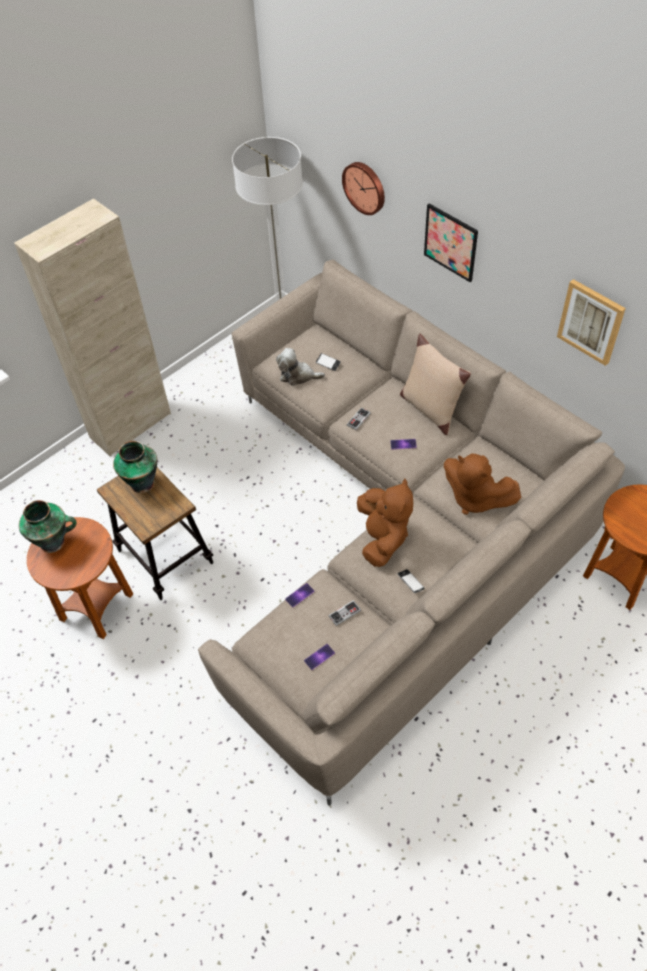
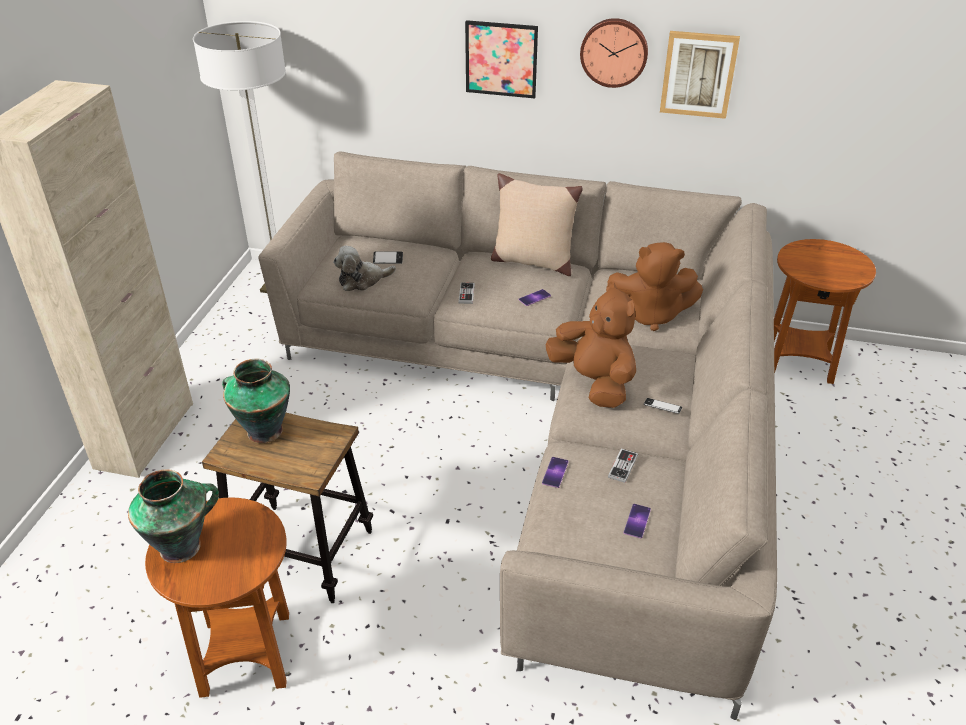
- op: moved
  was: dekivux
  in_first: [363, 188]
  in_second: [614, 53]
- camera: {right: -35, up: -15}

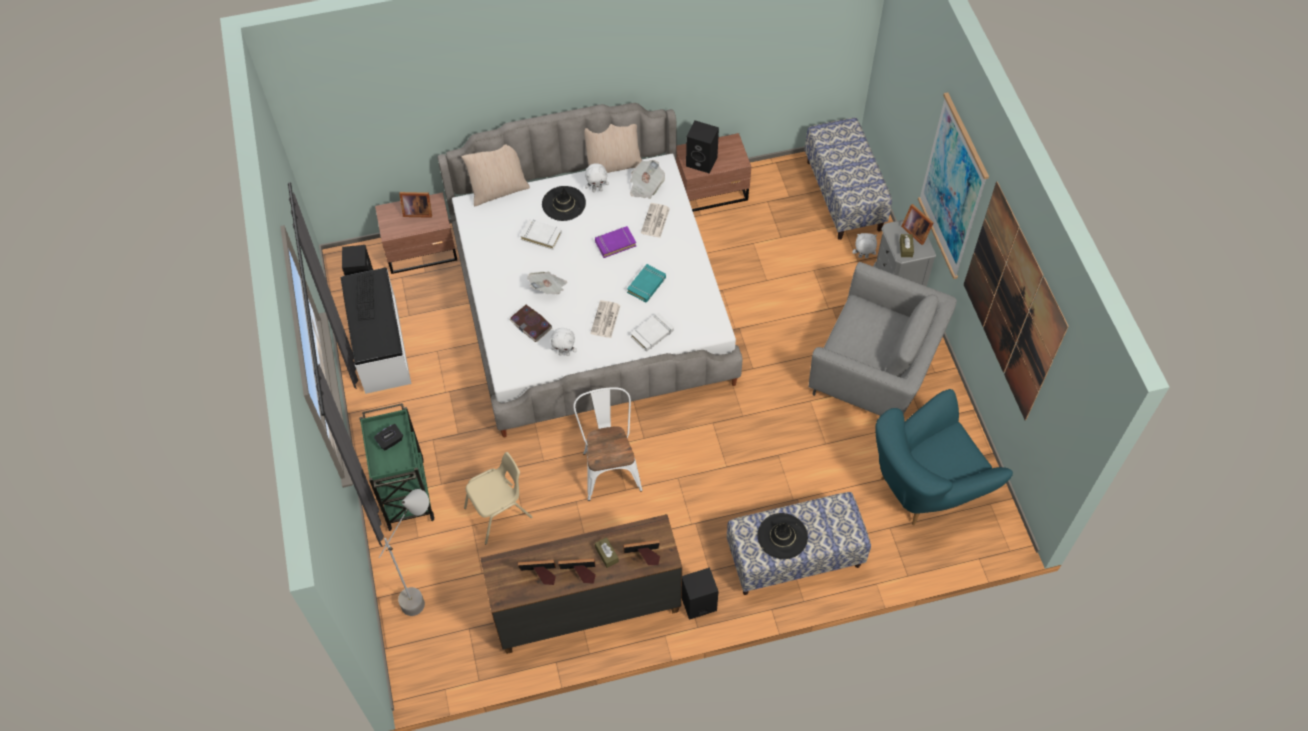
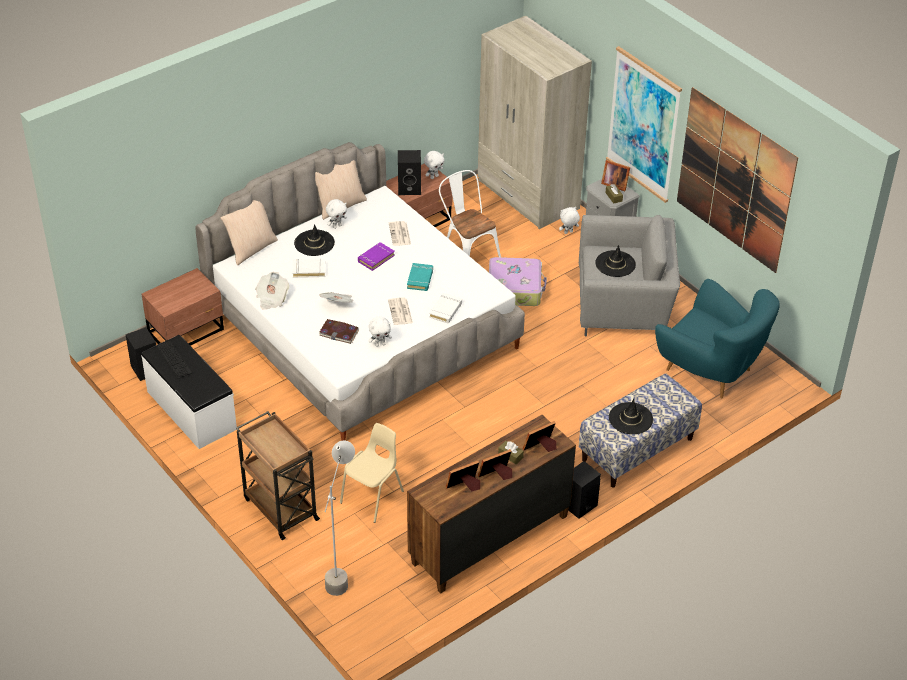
- op: replaced
  was: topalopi
  now: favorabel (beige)
  in_first: [848, 178]
  in_second: [535, 122]
- op: moved
  was: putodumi
  in_first: [647, 179]
  in_second: [272, 291]
- op: removed
  was: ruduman
  in_first: [415, 205]
- op: moved
  was: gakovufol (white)
  in_first: [608, 444]
  in_second: [470, 213]
- op: turned
  was: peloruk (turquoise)
  in_first: [944, 457]
  in_second: [717, 338]
  clockwise: -90
- op: recoloured
  was: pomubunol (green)
  now: pomubunol (brown)
  in_first: [397, 467]
  in_second: [278, 475]
- op: removed
  was: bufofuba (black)
  in_first: [388, 437]
- op: added
  now: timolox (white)
  in_second: [434, 165]
- op: added
  now: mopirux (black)
  in_second: [615, 261]
- op: added
  now: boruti
  in_second: [518, 281]
- camera: {right: -25, up: -15}

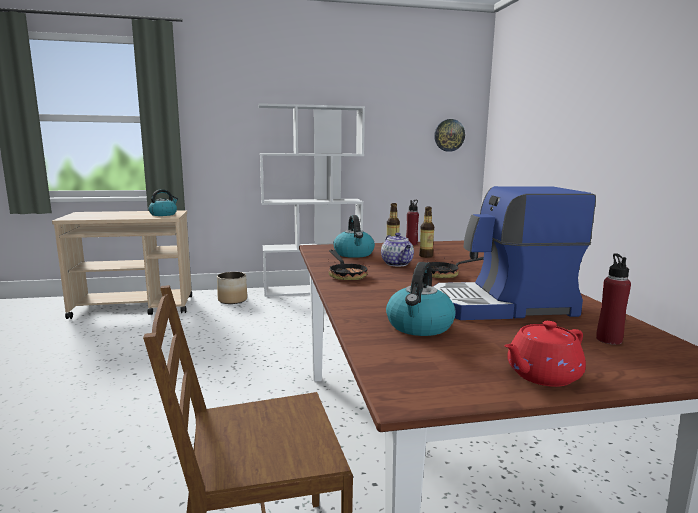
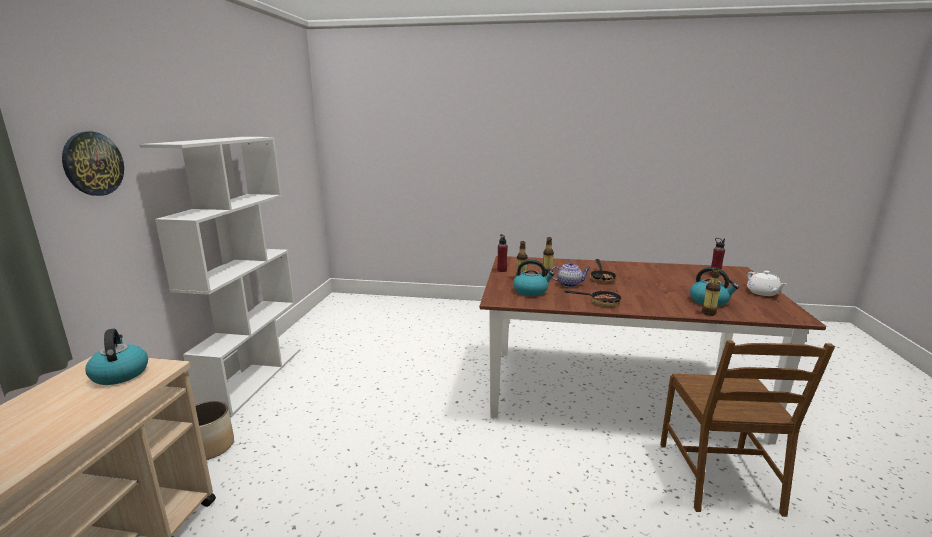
- op: moved
  was: dekivux
  in_first: [449, 135]
  in_second: [93, 164]
- op: removed
  was: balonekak
  in_first: [514, 253]
- op: recoloured
  was: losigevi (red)
  now: losigevi (white)
  in_first: [545, 354]
  in_second: [766, 283]
- op: added
  now: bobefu
  in_second: [711, 292]
- camera: {right: -70, up: 5}

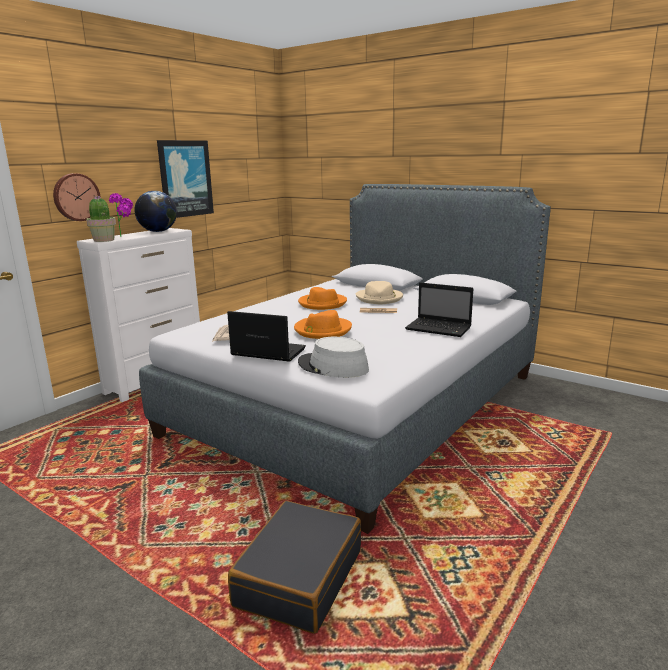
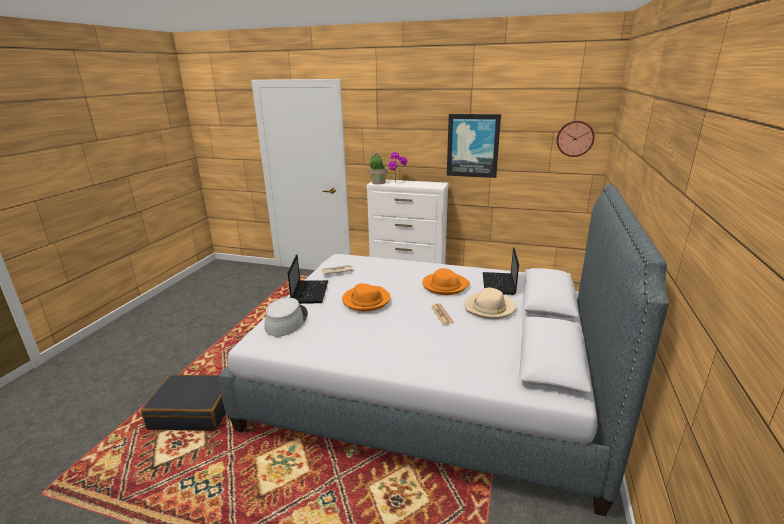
- op: moved
  was: dekivux
  in_first: [77, 197]
  in_second: [576, 139]
- op: removed
  was: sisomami
  in_first: [155, 211]
- op: moved
  was: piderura
  in_first: [439, 310]
  in_second: [501, 271]
- camera: {right: 70, up: 5}

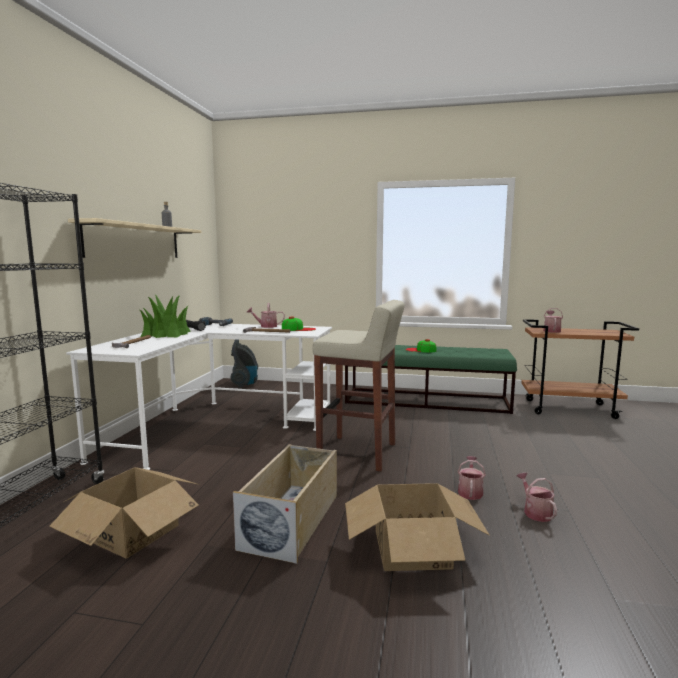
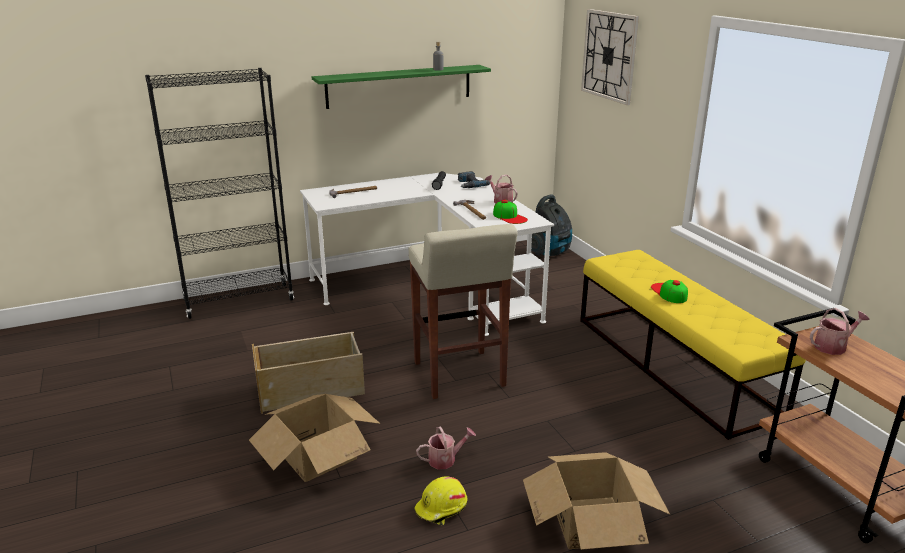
- op: recoloured
  was: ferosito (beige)
  now: ferosito (green)
  in_first: [134, 238]
  in_second: [401, 87]
- op: removed
  was: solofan
  in_first: [165, 316]
- op: recoloured
  was: topalopi (green)
  now: topalopi (yellow)
  in_first: [431, 379]
  in_second: [693, 345]
- op: moved
  was: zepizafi
  in_first: [124, 512]
  in_second: [596, 501]
- op: replaced
  was: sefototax
  now: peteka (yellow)
  in_first: [537, 497]
  in_second: [440, 500]
- op: added
  now: dekivux
  in_second: [610, 57]
- camera: {right: 55, up: 15}

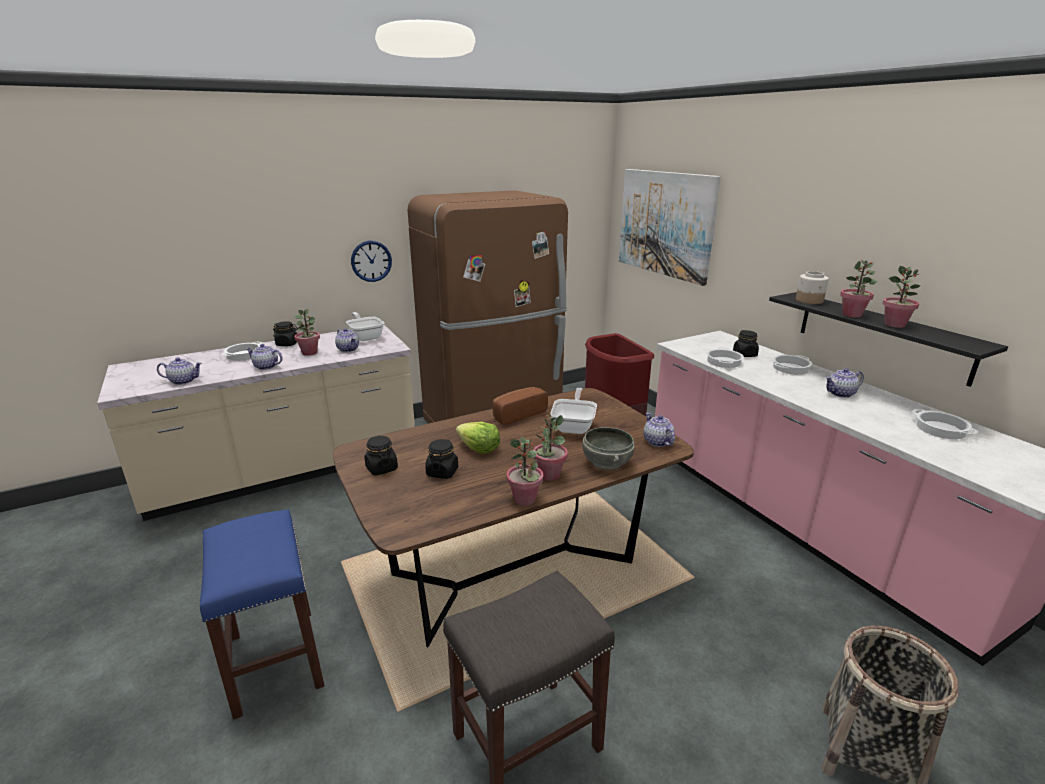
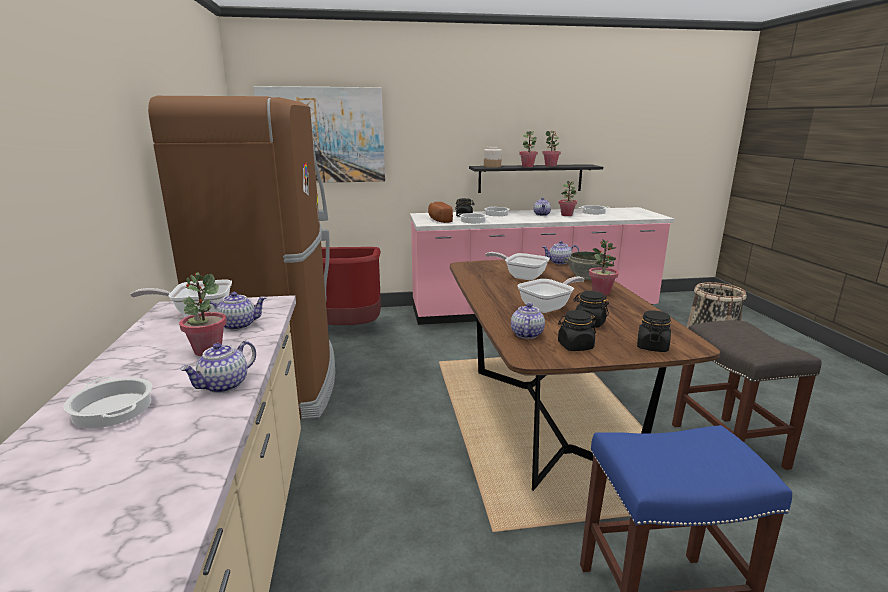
- op: removed
  was: dekivux
  in_first: [371, 261]
- op: moved
  was: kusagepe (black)
  in_first: [285, 333]
  in_second: [654, 331]
- op: moved
  was: losigevi
  in_first: [179, 371]
  in_second: [528, 321]
- op: moved
  was: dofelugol
  in_first: [520, 406]
  in_second: [440, 212]
- op: replaced
  was: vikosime
  now: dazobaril
  in_first: [478, 438]
  in_second: [550, 295]
- op: moved
  was: solofan
  in_first: [525, 471]
  in_second: [568, 198]
- camera: {right: -70, up: -5}

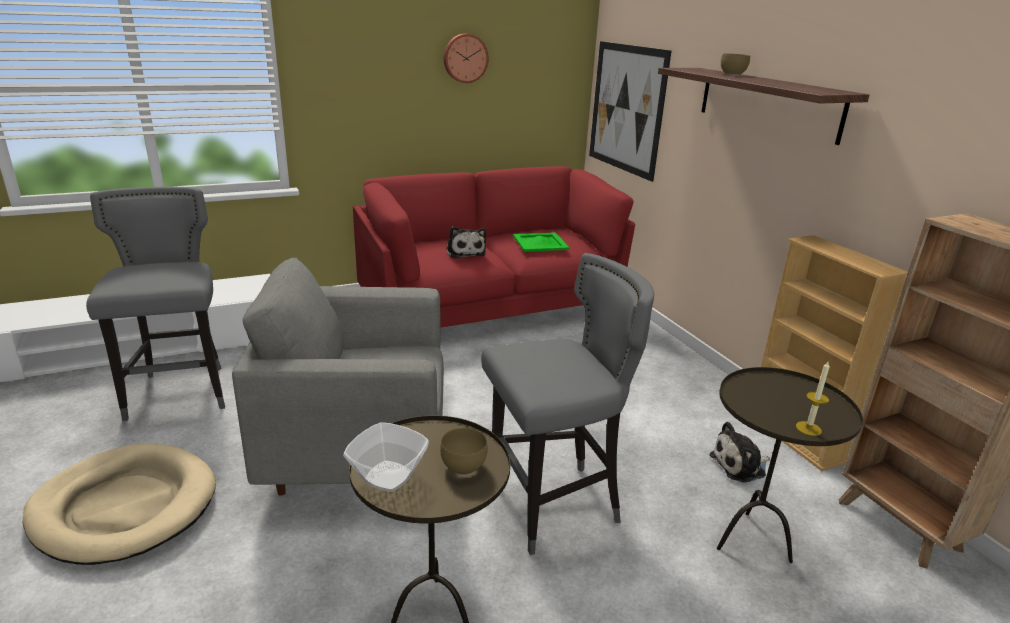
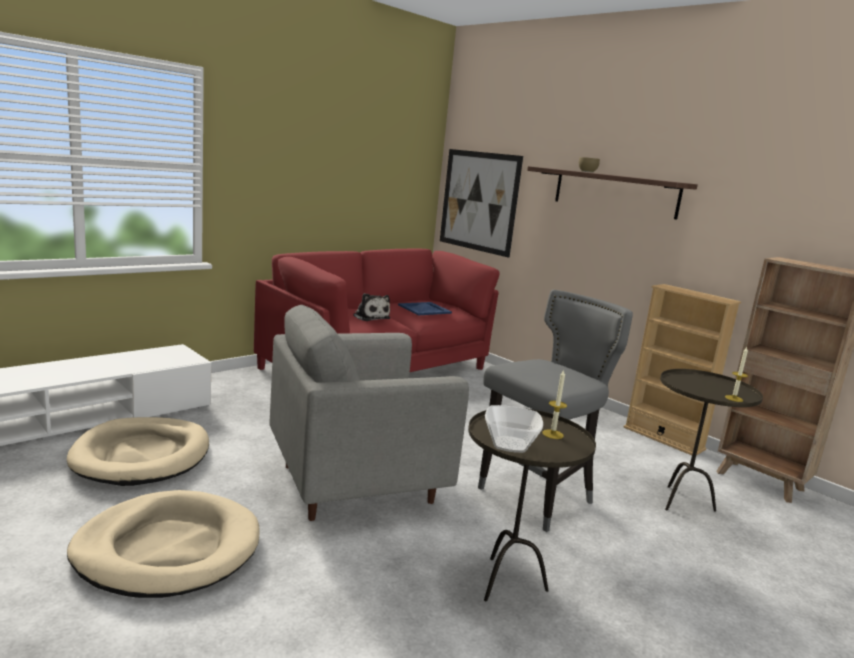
- op: removed
  was: dekivux
  in_first: [466, 58]
- op: replaced
  was: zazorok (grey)
  now: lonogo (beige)
  in_first: [155, 304]
  in_second: [138, 451]
- op: recoloured
  was: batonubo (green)
  now: batonubo (blue)
  in_first: [541, 242]
  in_second: [425, 309]
- op: removed
  was: timolox
  in_first: [739, 452]
- op: replaced
  was: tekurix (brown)
  now: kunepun
  in_first: [464, 451]
  in_second: [554, 404]
- camera: {right: -20, up: -10}

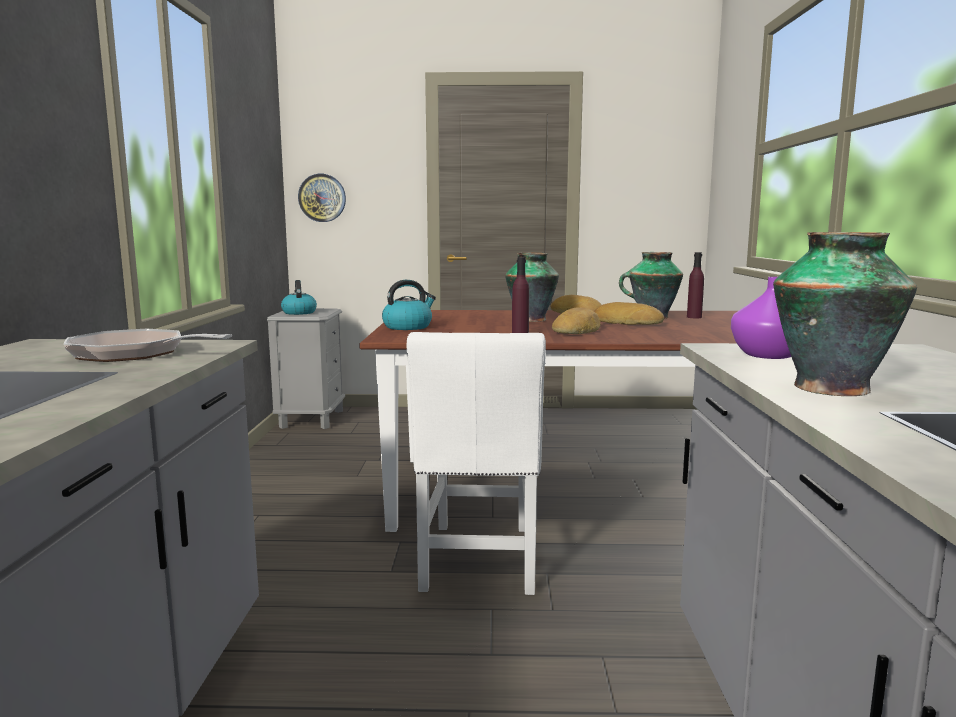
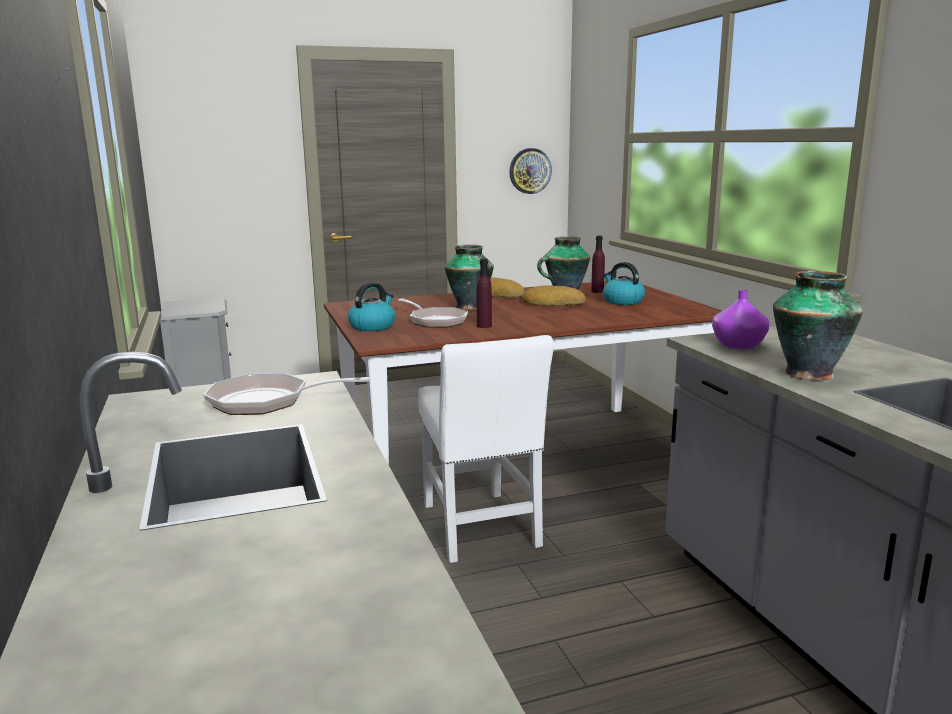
- op: moved
  was: dekivux
  in_first: [322, 198]
  in_second: [530, 171]
- op: moved
  was: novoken
  in_first: [299, 297]
  in_second: [624, 283]
- op: removed
  was: dofelugol
  in_first: [576, 320]
- op: added
  now: dazobaril
  in_second: [433, 313]
- camera: {right: -20, up: 5}

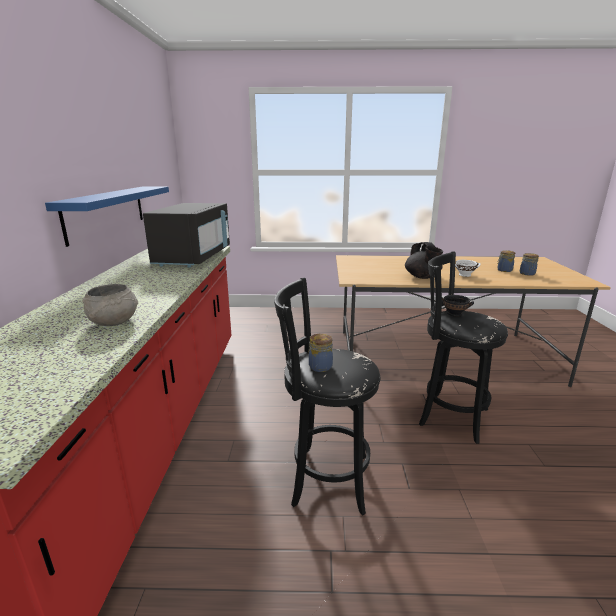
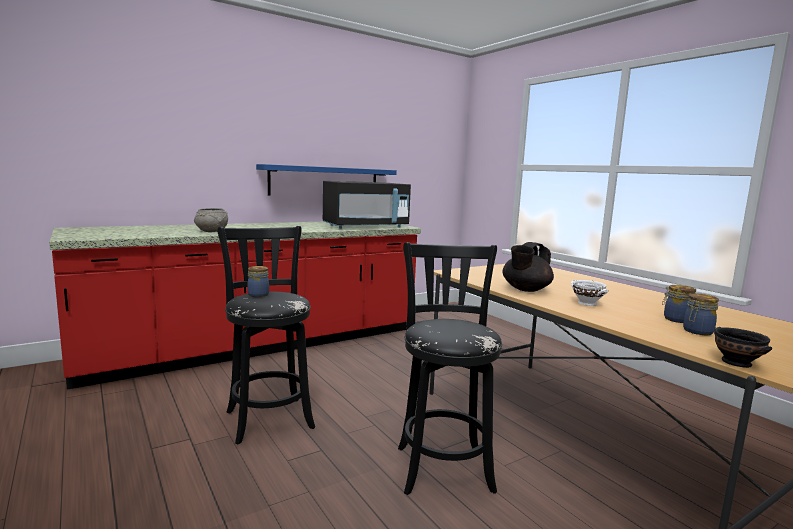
- op: moved
  was: tekurix (black)
  in_first: [458, 306]
  in_second: [743, 347]
- camera: {right: 55, up: -10}

